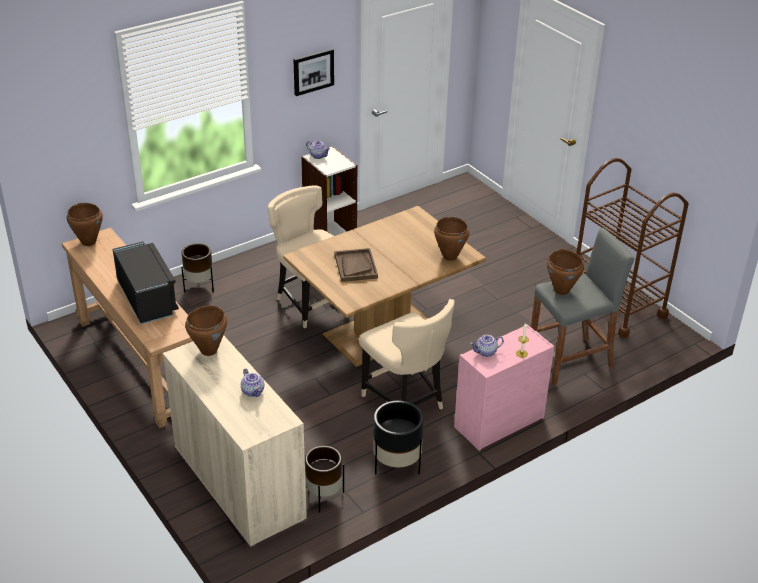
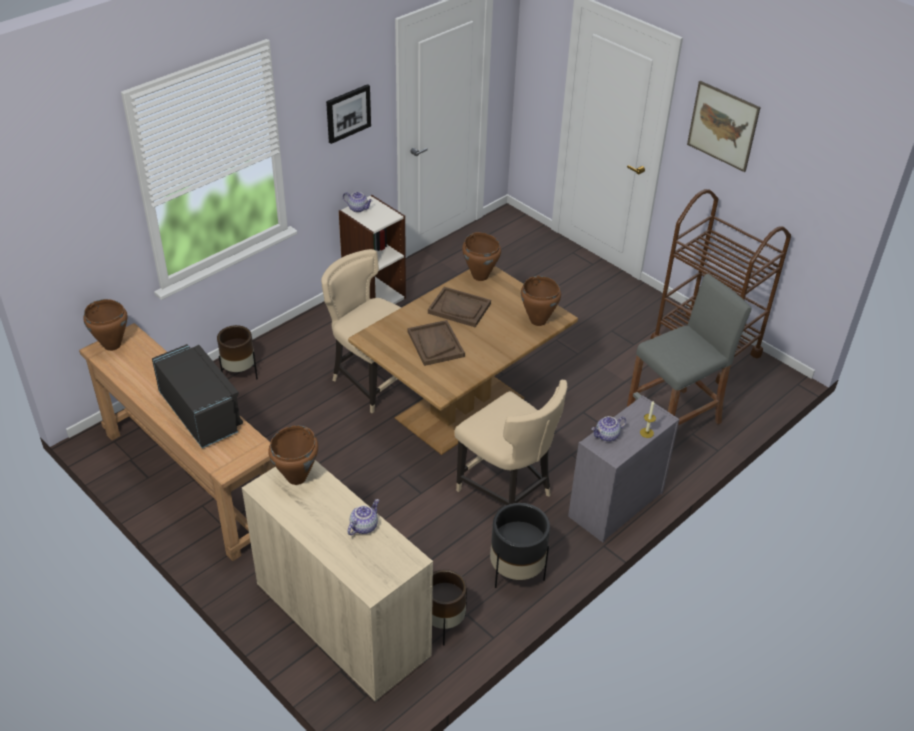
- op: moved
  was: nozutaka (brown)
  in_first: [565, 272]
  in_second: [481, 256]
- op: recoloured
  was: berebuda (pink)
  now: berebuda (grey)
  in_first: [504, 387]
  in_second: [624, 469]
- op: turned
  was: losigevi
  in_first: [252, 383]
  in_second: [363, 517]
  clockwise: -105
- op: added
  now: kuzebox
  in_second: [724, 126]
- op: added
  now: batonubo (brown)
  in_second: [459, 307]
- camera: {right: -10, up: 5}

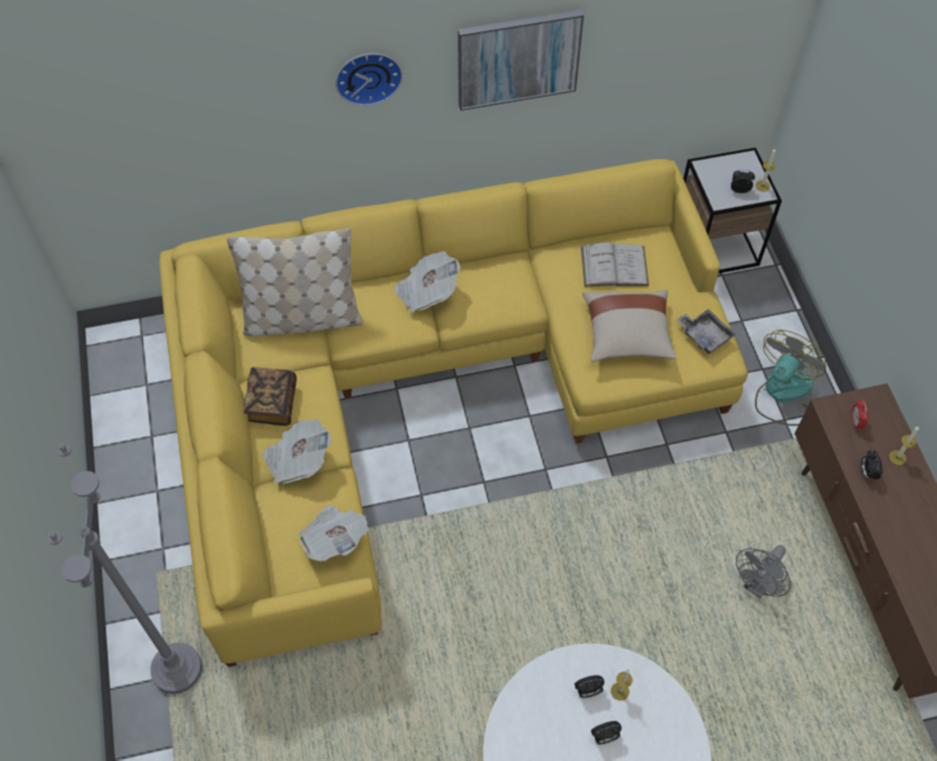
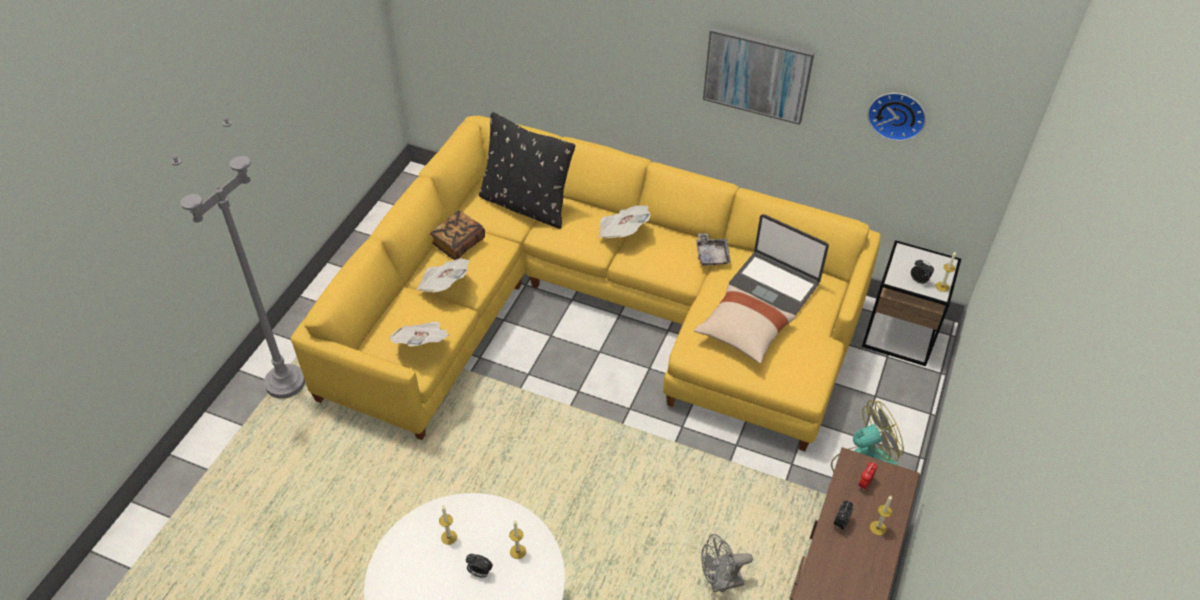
- op: moved
  was: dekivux
  in_first: [369, 79]
  in_second: [896, 117]
- op: recoloured
  was: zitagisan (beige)
  now: zitagisan (black)
  in_first: [295, 282]
  in_second: [527, 170]
- op: replaced
  was: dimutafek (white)
  now: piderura
  in_first: [615, 264]
  in_second: [779, 264]
- op: moved
  was: batonubo (grey)
  in_first: [706, 331]
  in_second: [713, 249]
- op: removed
  was: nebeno
  in_first: [589, 686]
- op: added
  now: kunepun
  in_second: [448, 525]
- camera: {right: 35, up: -10}

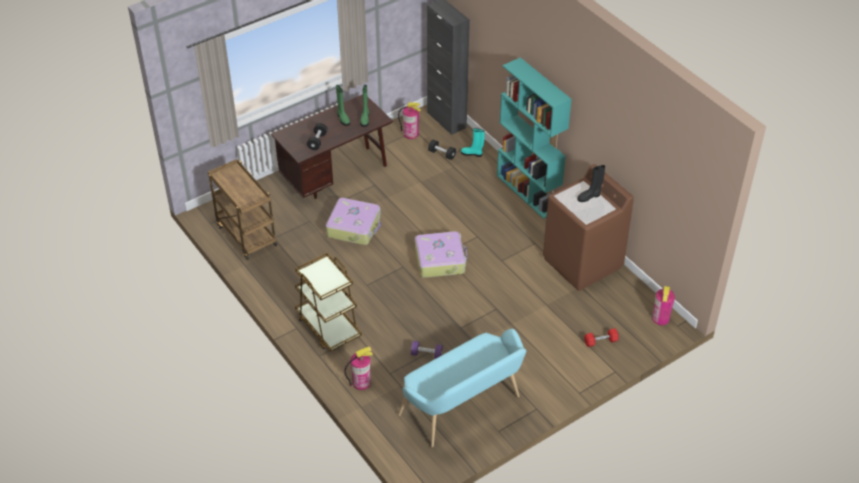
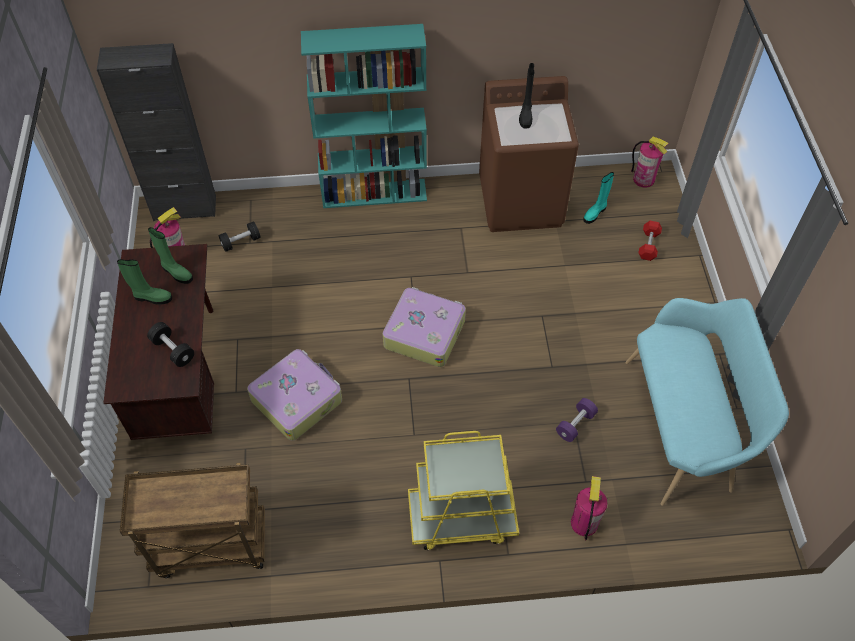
- op: moved
  was: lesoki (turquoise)
  in_first: [473, 142]
  in_second: [598, 198]
- op: recoloured
  was: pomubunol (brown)
  now: pomubunol (yellow)
  in_first: [328, 302]
  in_second: [463, 491]
- camera: {right: -60, up: 10}

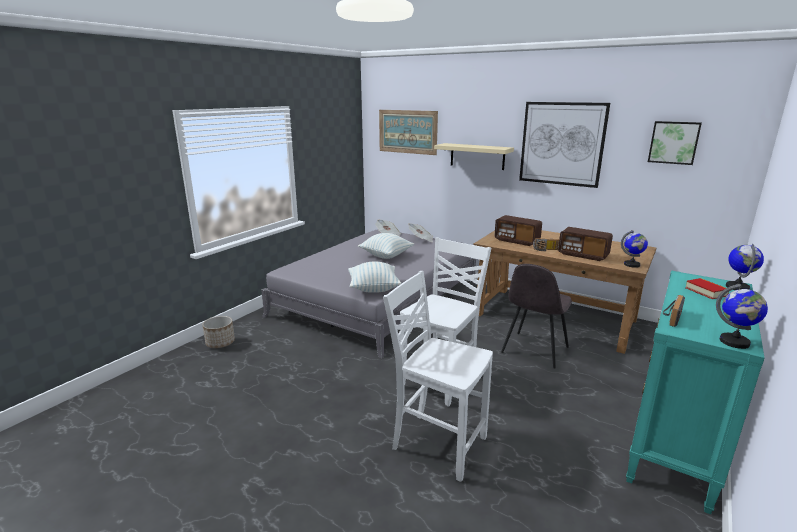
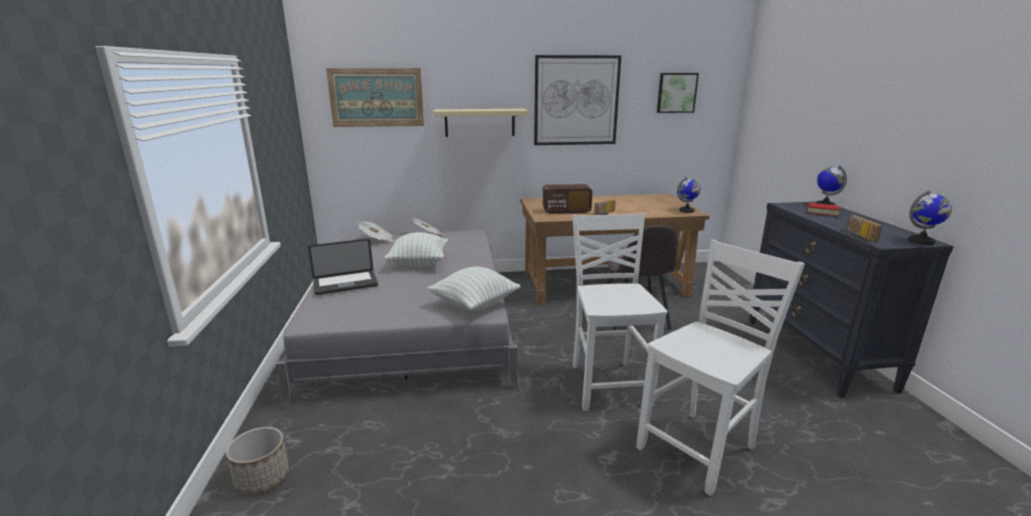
- op: removed
  was: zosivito
  in_first: [585, 244]
- op: recoloured
  was: berebuda (turquoise)
  now: berebuda (black)
  in_first: [695, 392]
  in_second: [851, 300]
- op: turned
  was: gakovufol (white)
  in_first: [438, 376]
  in_second: [720, 368]
  clockwise: 150
- op: added
  now: piderura
  in_second: [343, 267]
- camera: {right: -40, up: 0}

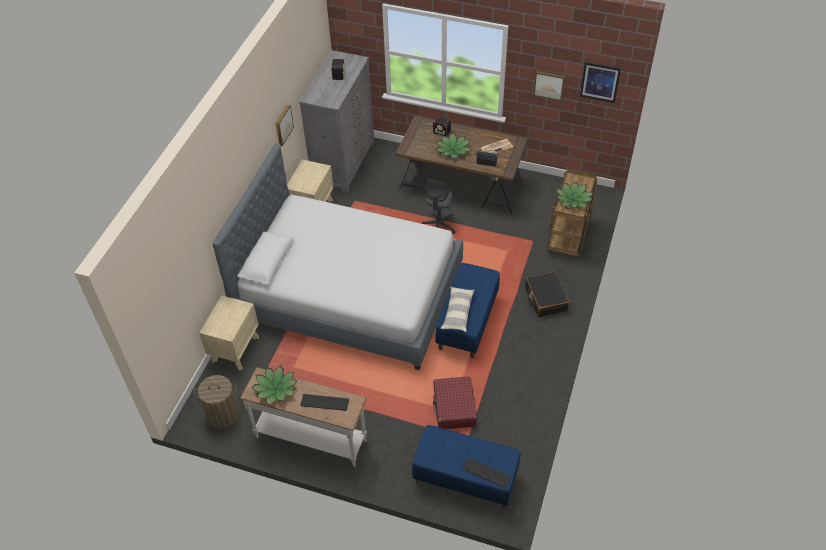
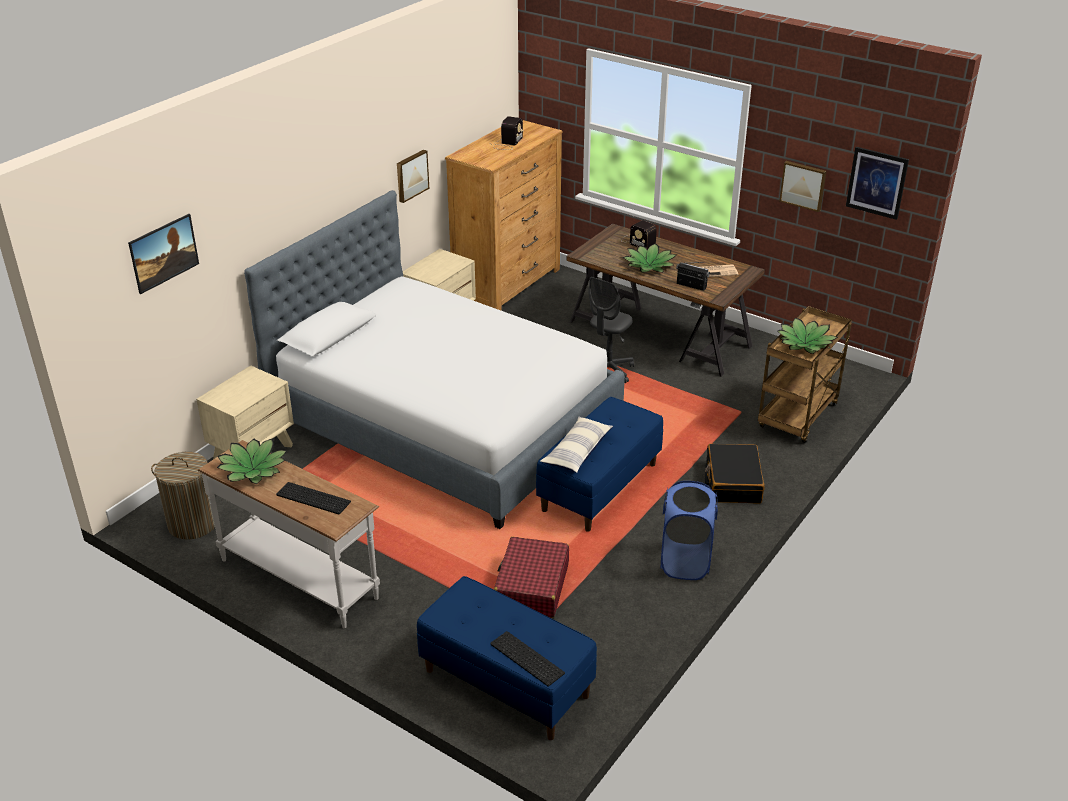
- op: recoloured
  was: berebuda (grey)
  now: berebuda (brown)
  in_first: [336, 121]
  in_second: [504, 215]
- op: added
  now: kuzebox
  in_second: [163, 254]
- op: added
  now: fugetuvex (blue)
  in_second: [689, 530]
- camera: {right: 15, up: -15}

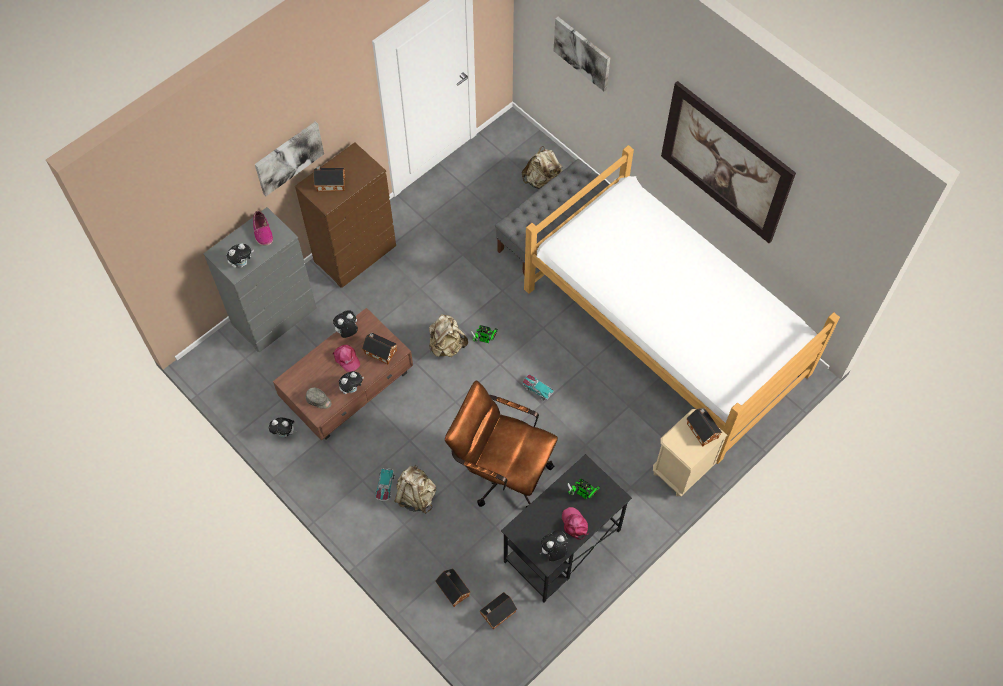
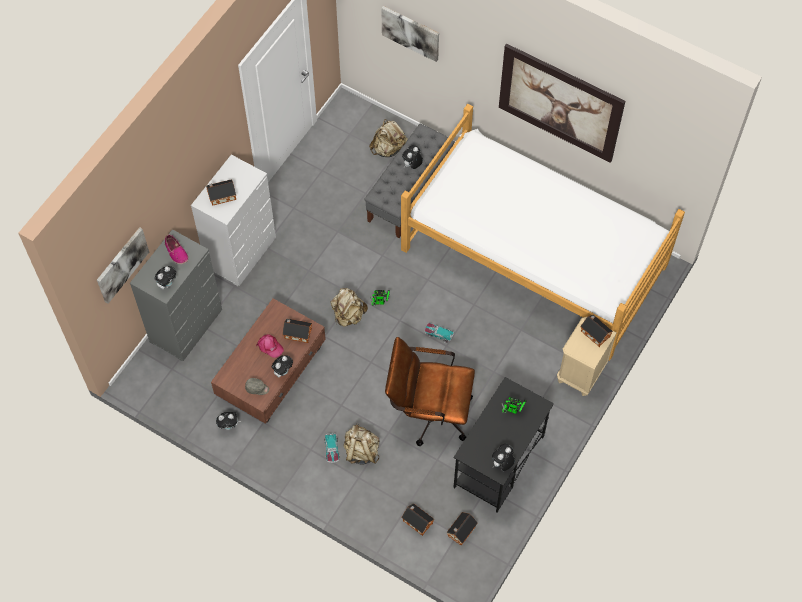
- op: moved
  was: kuzebox
  in_first: [289, 158]
  in_second: [123, 265]
- op: recoloured
  was: berebuda (brown)
  now: berebuda (white)
  in_first: [345, 215]
  in_second: [233, 220]
- op: moved
  was: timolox
  in_first: [345, 324]
  in_second: [412, 157]
- op: removed
  was: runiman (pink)
  in_first: [575, 523]
- camera: {right: -15, up: 0}

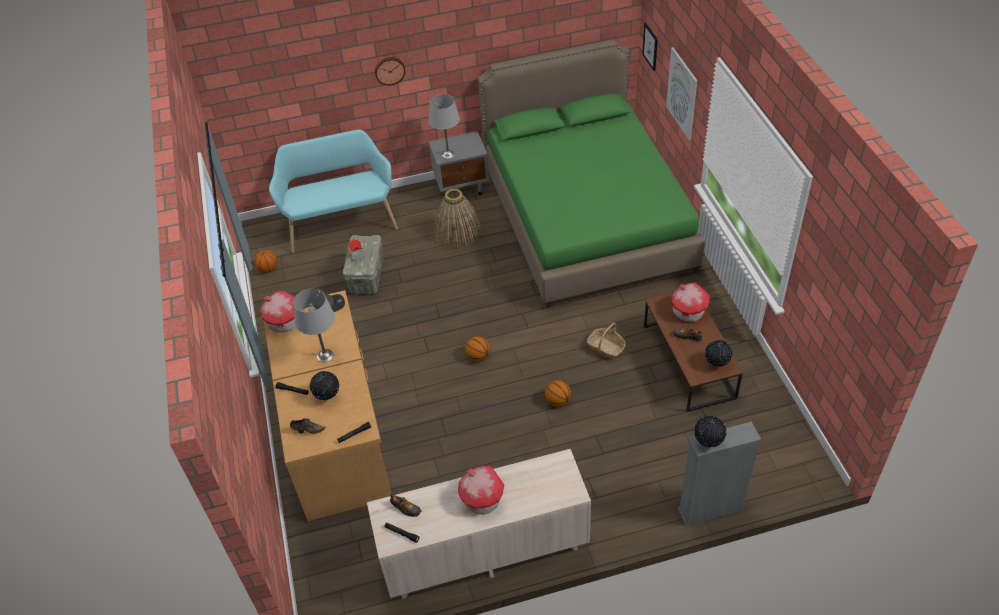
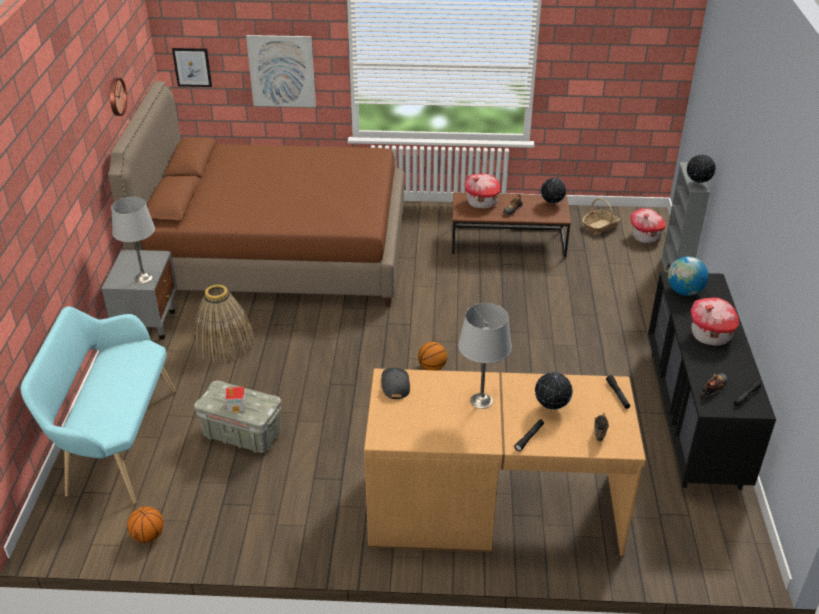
- op: recoloured
  was: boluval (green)
  now: boluval (brown)
  in_first: [591, 174]
  in_second: [256, 193]
- op: moved
  was: dekivux
  in_first: [390, 71]
  in_second: [118, 97]
- op: moved
  was: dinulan
  in_first: [278, 311]
  in_second: [648, 225]
- op: moved
  was: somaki
  in_first: [606, 341]
  in_second: [601, 216]
- op: removed
  was: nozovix
  in_first: [558, 393]
- op: recoloured
  was: berebuda (beige)
  now: berebuda (black)
  in_first: [479, 524]
  in_second: [712, 381]
- op: added
  now: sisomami
  in_second: [688, 276]
- camera: {right: -75, up: -10}

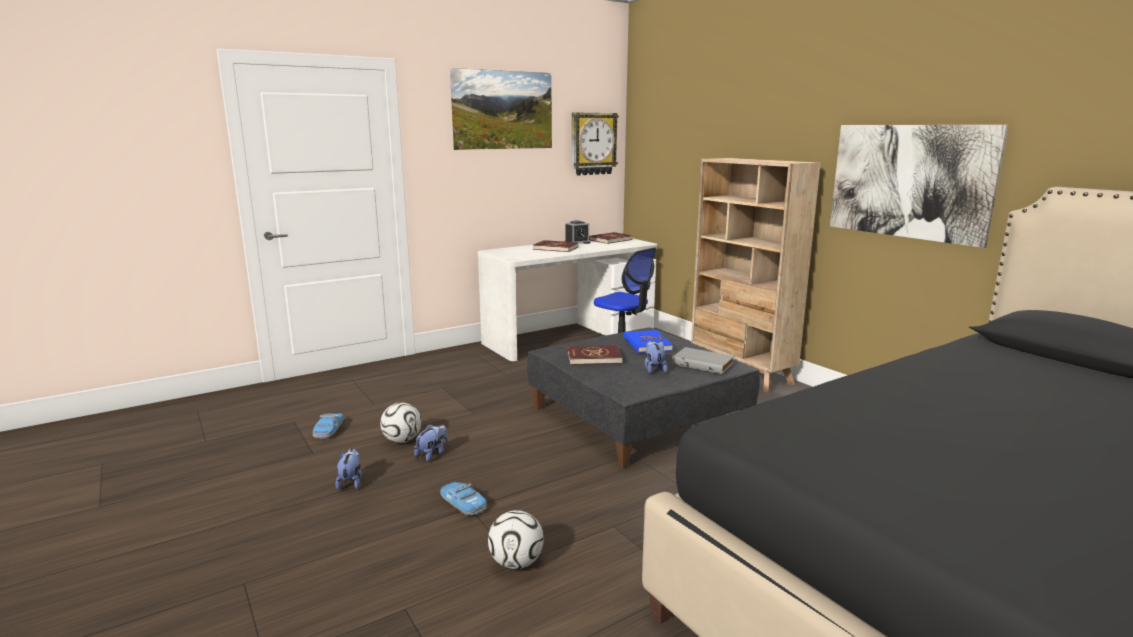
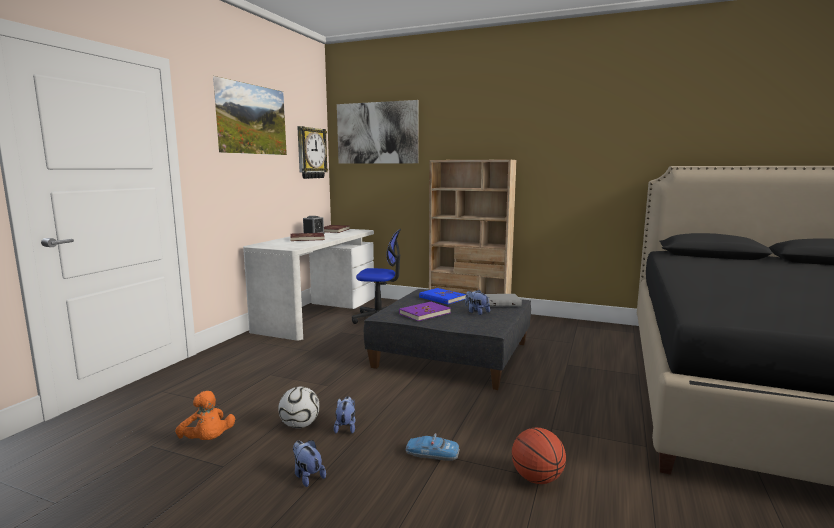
- op: moved
  was: kuzebox
  in_first: [919, 186]
  in_second: [378, 132]
- op: recoloured
  was: dimutafek (red)
  now: dimutafek (purple)
  in_first: [595, 355]
  in_second: [425, 311]
- op: replaced
  was: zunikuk
  now: timolox (orange)
  in_first: [328, 426]
  in_second: [205, 415]
- op: replaced
  was: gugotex
  now: nozovix
  in_first: [516, 539]
  in_second: [539, 456]
- camera: {right: -35, up: -5}

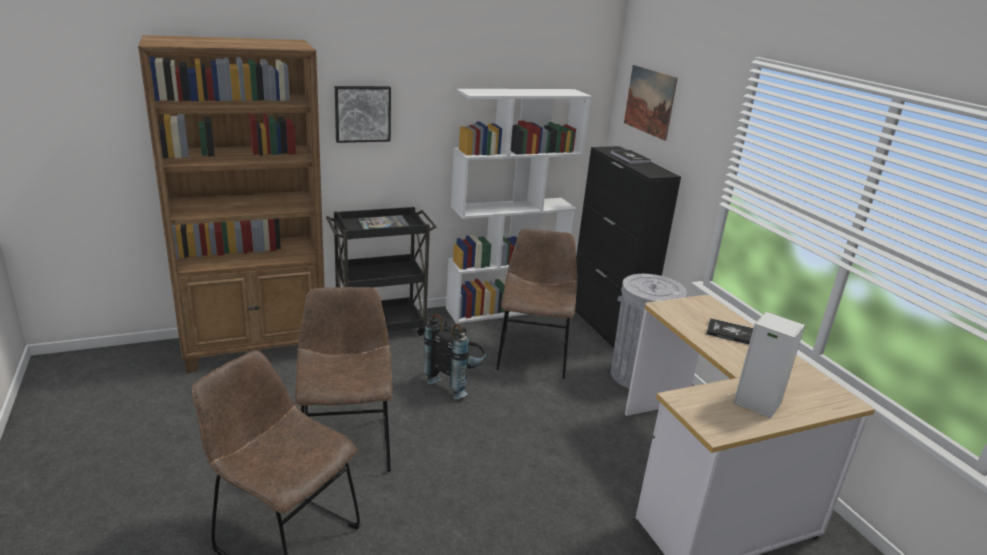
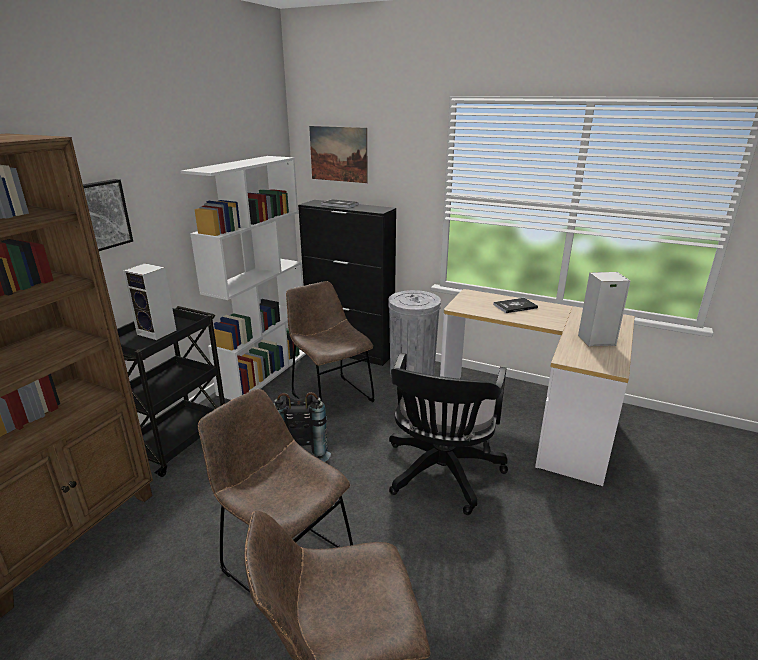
- op: replaced
  was: dimutafek
  now: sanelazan
  in_first: [384, 222]
  in_second: [150, 301]
- op: added
  now: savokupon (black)
  in_second: [448, 434]
- camera: {right: -40, up: 0}

